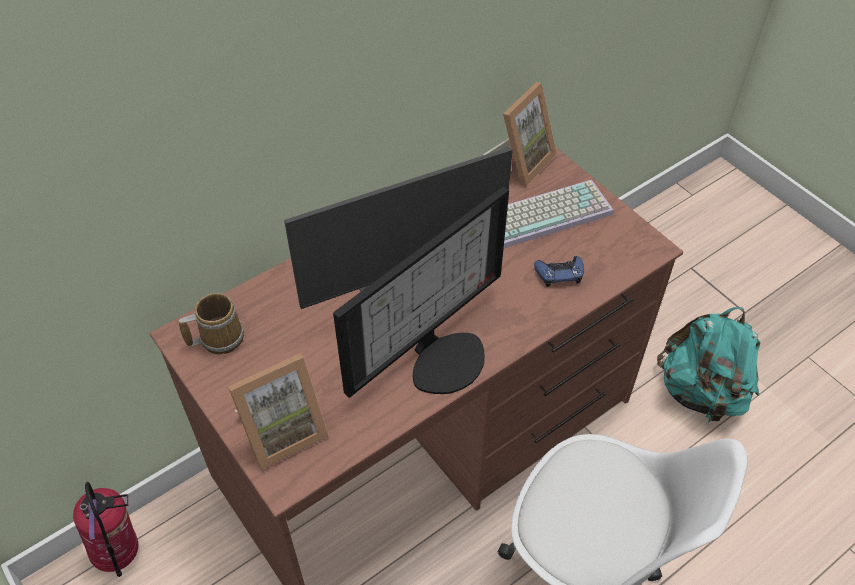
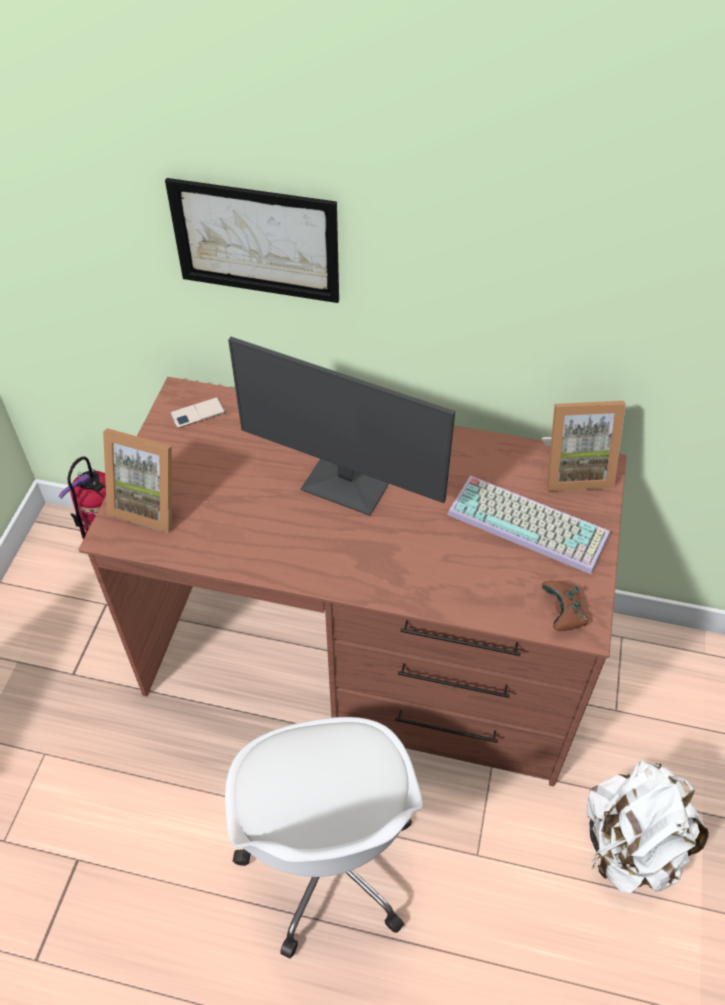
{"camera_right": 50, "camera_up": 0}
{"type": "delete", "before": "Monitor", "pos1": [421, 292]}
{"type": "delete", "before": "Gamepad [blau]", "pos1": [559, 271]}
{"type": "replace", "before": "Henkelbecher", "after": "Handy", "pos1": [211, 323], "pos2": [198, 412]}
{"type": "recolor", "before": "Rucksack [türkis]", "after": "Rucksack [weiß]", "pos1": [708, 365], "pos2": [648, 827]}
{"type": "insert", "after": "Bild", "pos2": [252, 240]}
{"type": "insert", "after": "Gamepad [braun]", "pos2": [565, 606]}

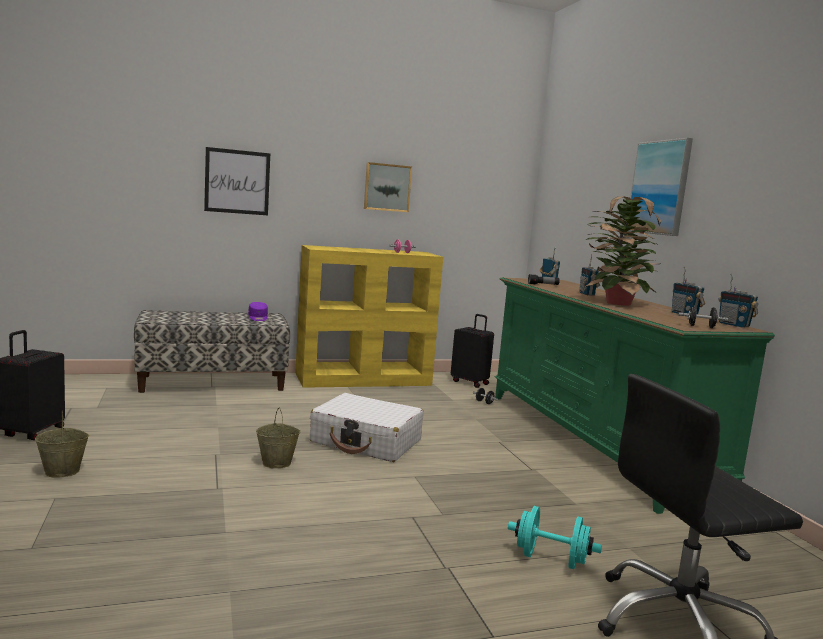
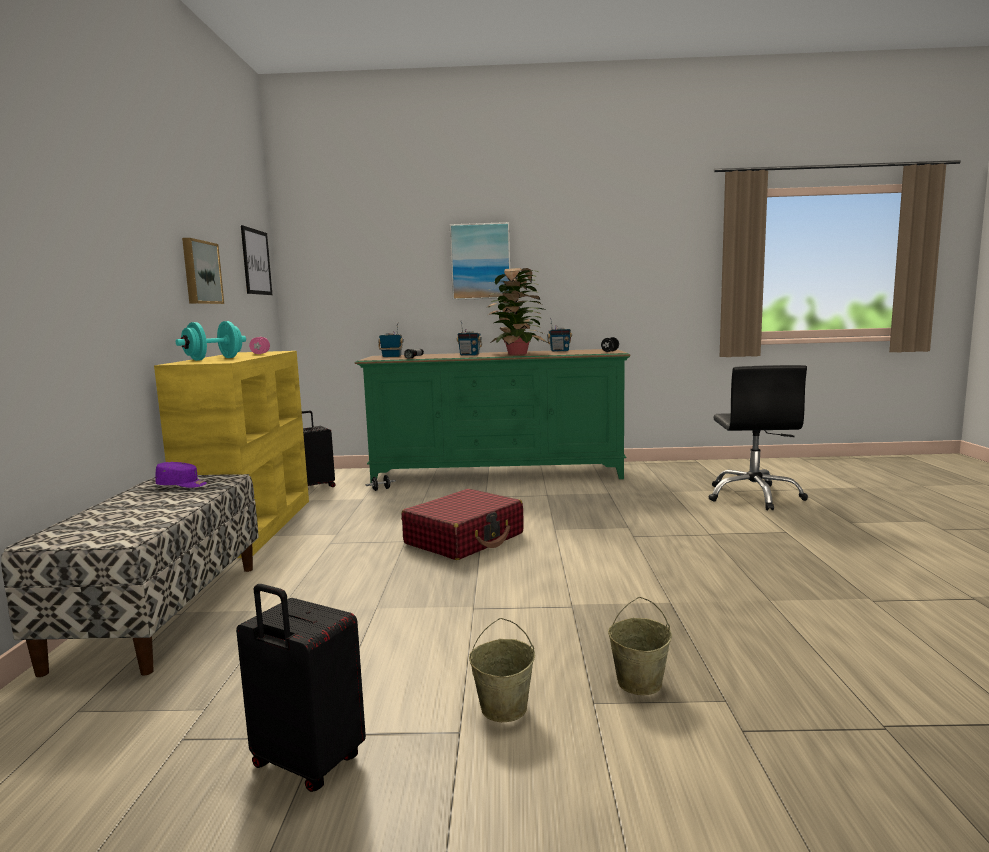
{"camera_right": -70, "camera_up": 0}
{"type": "move", "before": "Bild", "pos1": [237, 181], "pos2": [256, 260]}
{"type": "delete", "before": "Radio", "pos1": [738, 301]}
{"type": "recolor", "before": "Koffer [weiß]", "after": "Koffer [rot]", "pos1": [367, 427], "pos2": [462, 524]}
{"type": "move", "before": "Eimer [beige]", "pos1": [278, 437], "pos2": [640, 646]}
{"type": "move", "before": "Hantel [türkis]", "pos1": [555, 537], "pos2": [211, 341]}

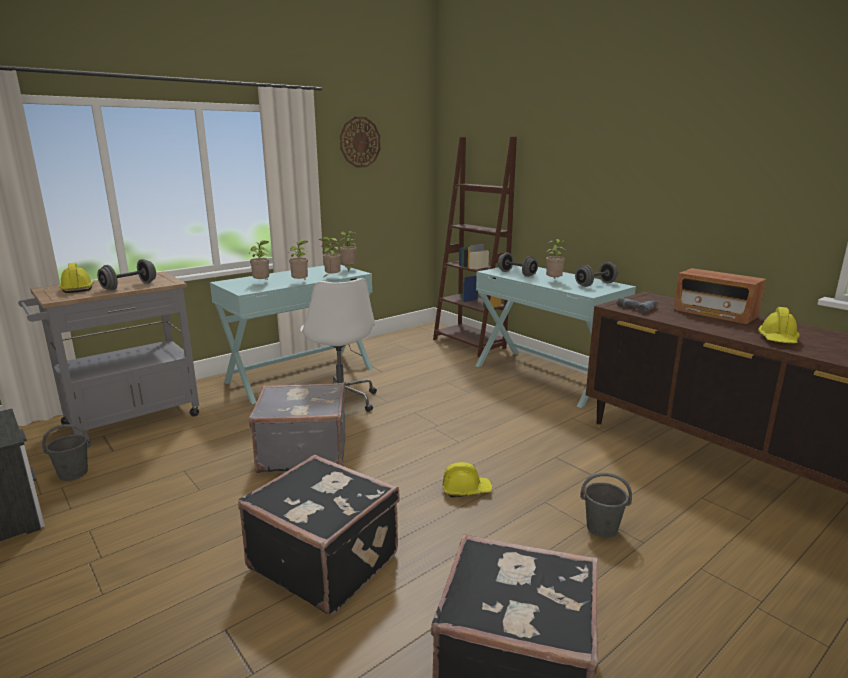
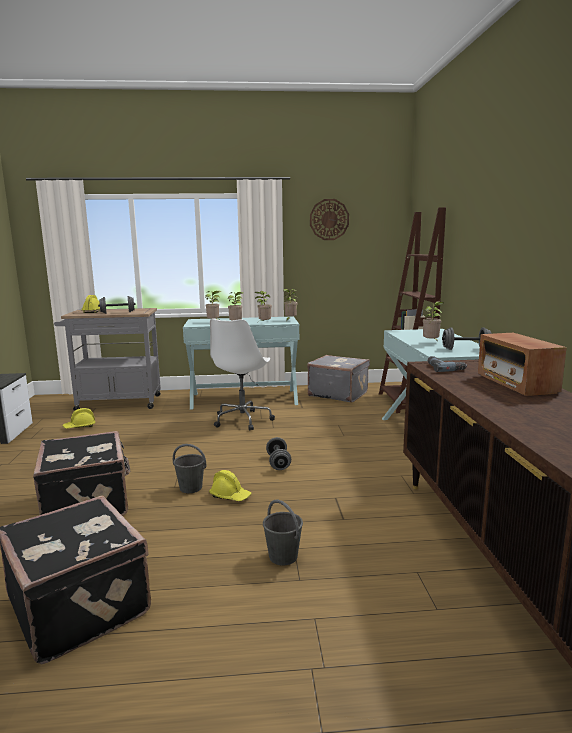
{"camera_right": 35, "camera_up": -5}
{"type": "move", "before": "Hantel [grau]", "pos1": [518, 264], "pos2": [278, 453]}
{"type": "move", "before": "Schutzhelm [gelb]", "pos1": [779, 325], "pos2": [79, 418]}
{"type": "move", "before": "Koffer [grau]", "pos1": [297, 427], "pos2": [338, 378]}
{"type": "move", "before": "Eimer [grau]", "pos1": [66, 452], "pos2": [189, 468]}

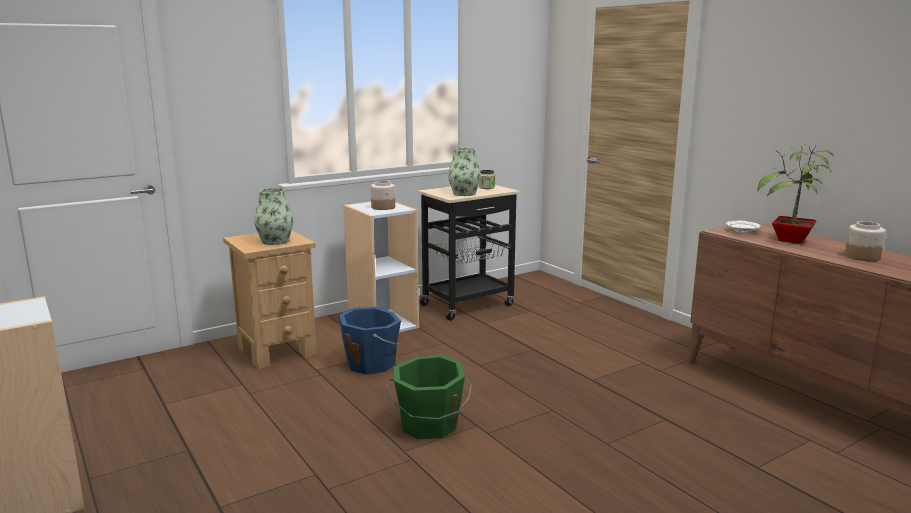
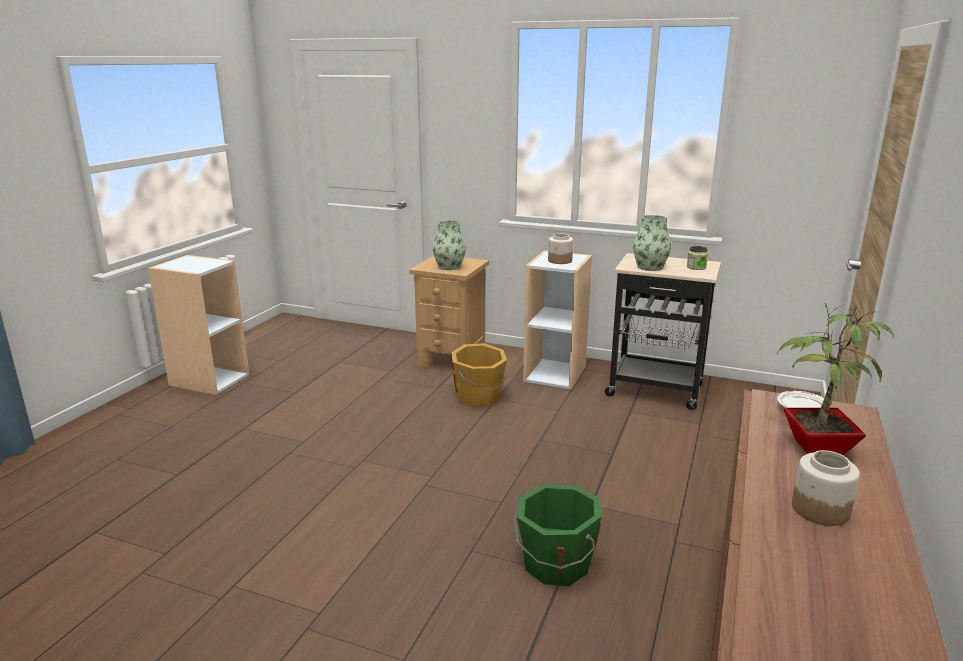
{"camera_right": 55, "camera_up": 5}
{"type": "recolor", "before": "Eimer [blau]", "after": "Eimer [orange]", "pos1": [370, 341], "pos2": [479, 375]}
{"type": "move", "before": "Eimer [grün]", "pos1": [428, 396], "pos2": [557, 535]}

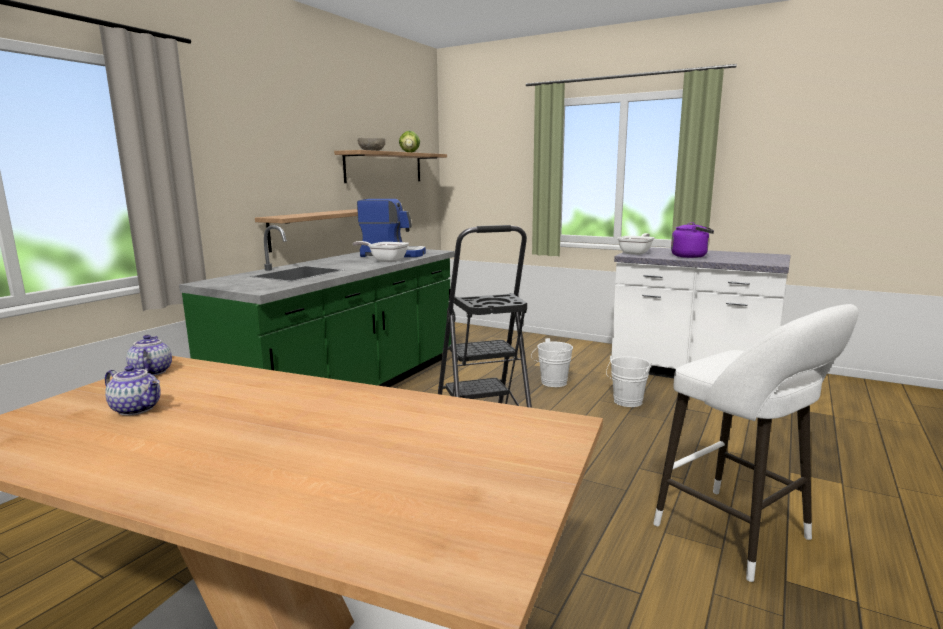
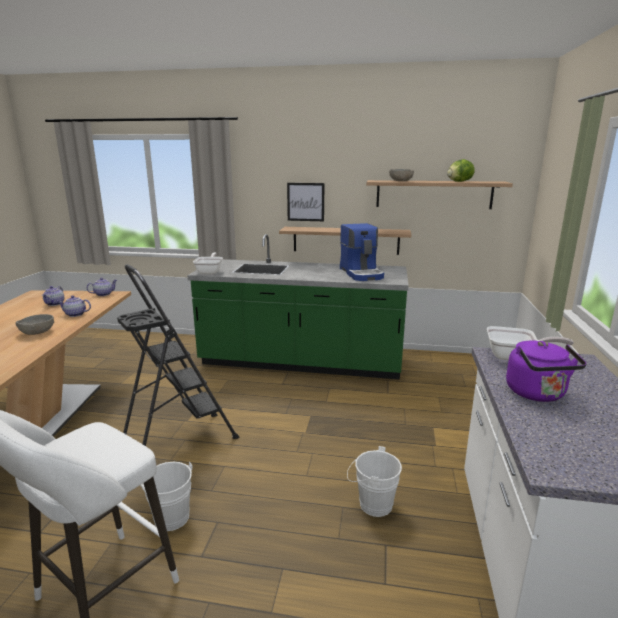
{"camera_right": 70, "camera_up": 5}
{"type": "move", "before": "Pfanne", "pos1": [381, 251], "pos2": [208, 263]}
{"type": "move", "before": "Eimer [weiß]", "pos1": [552, 362], "pos2": [166, 496]}
{"type": "insert", "after": "Bild", "pos2": [306, 202]}
{"type": "insert", "after": "Teekanne", "pos2": [74, 306]}
{"type": "insert", "after": "Schüssel [grau]", "pos2": [35, 324]}

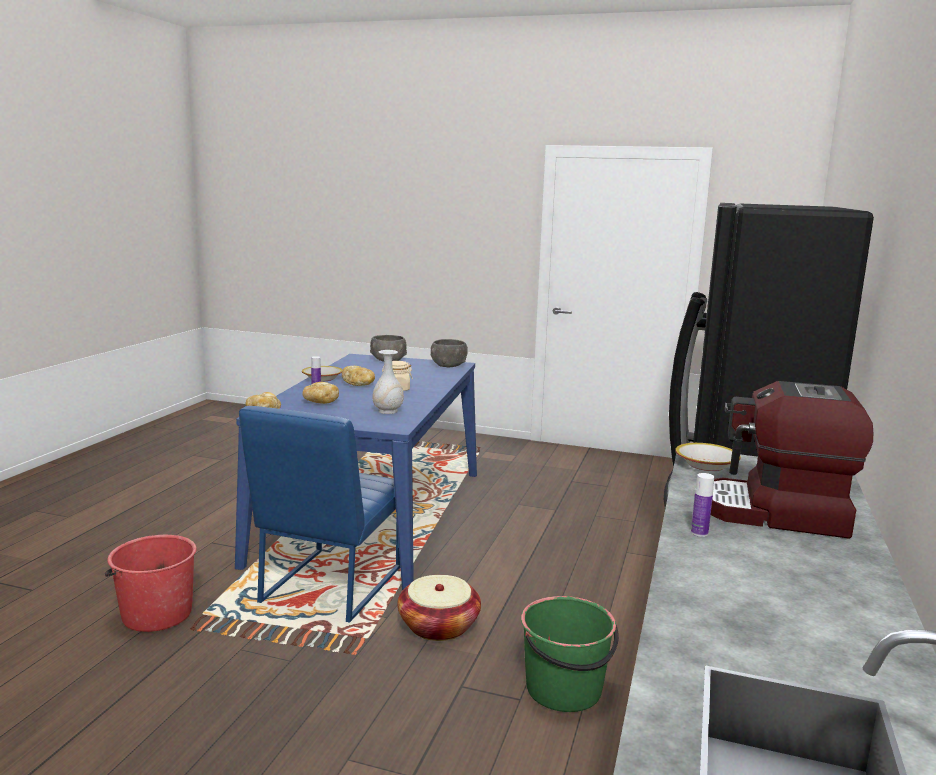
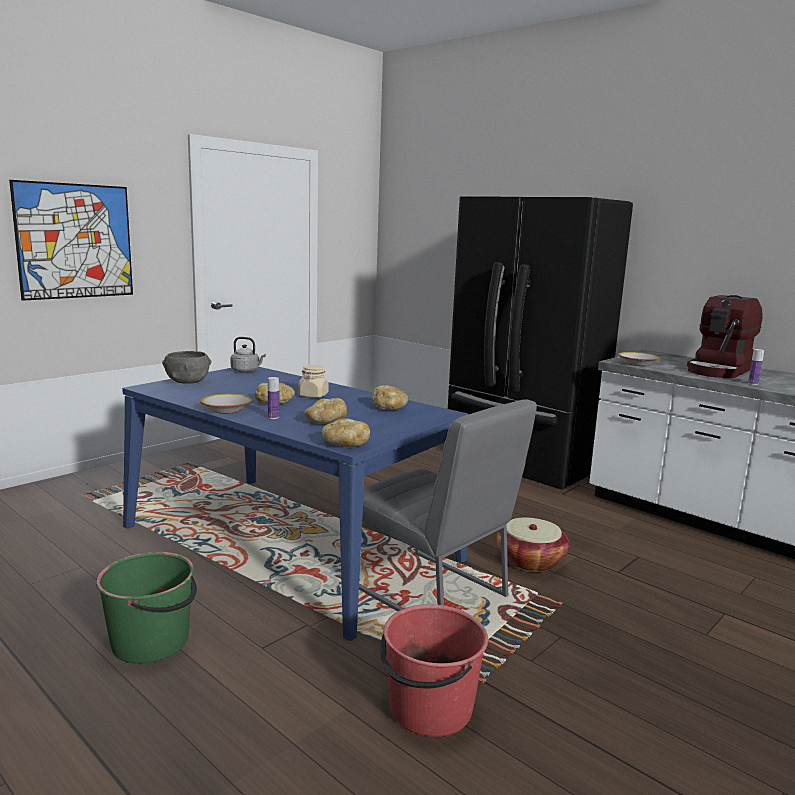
{"camera_right": -65, "camera_up": 0}
{"type": "replace", "before": "Schüssel [grau]", "after": "Wasserkessel [grau]", "pos1": [449, 353], "pos2": [248, 355]}
{"type": "replace", "before": "Vase [weiß]", "after": "Brot", "pos1": [388, 382], "pos2": [390, 397]}
{"type": "recolor", "before": "Stuhl [blau]", "after": "Stuhl [grau]", "pos1": [319, 514], "pos2": [448, 505]}
{"type": "move", "before": "Eimer [grün]", "pos1": [570, 654], "pos2": [146, 608]}
{"type": "insert", "after": "Bild", "pos2": [71, 240]}

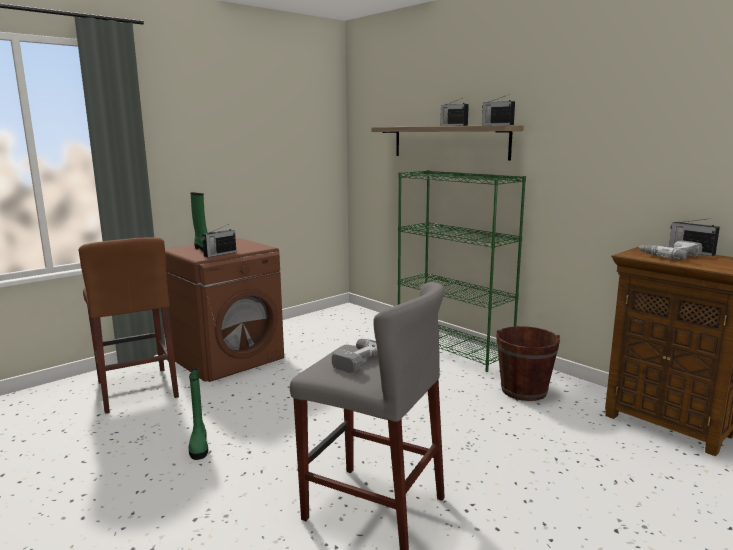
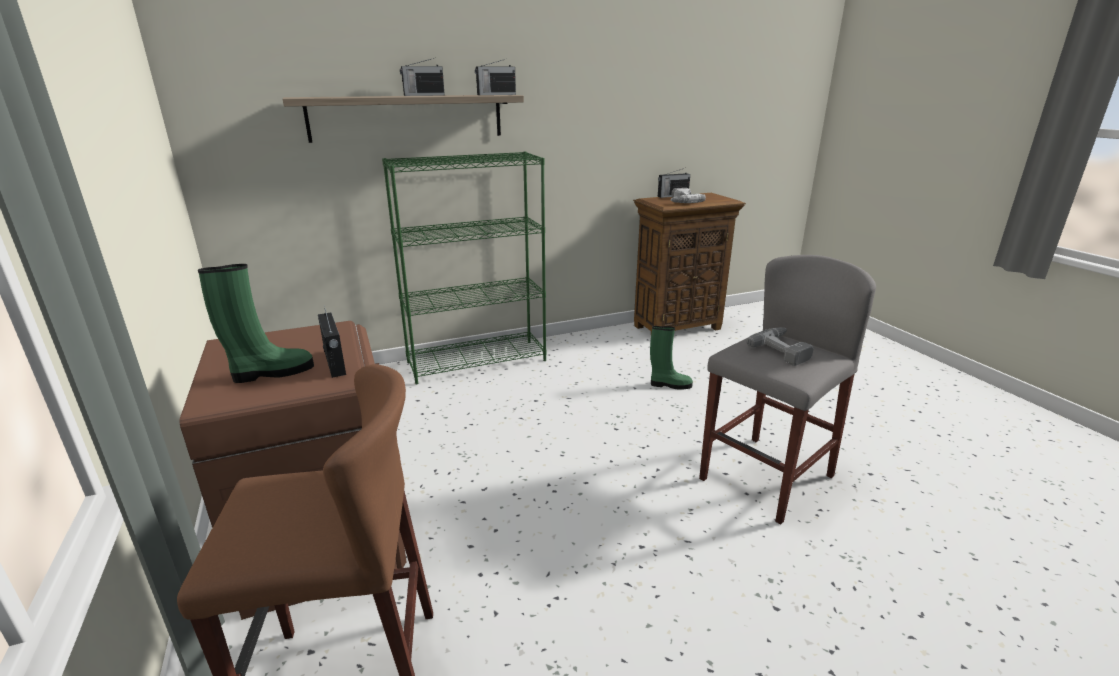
{"camera_right": -70, "camera_up": 10}
{"type": "delete", "before": "Eimer [braun]", "pos1": [528, 363]}
{"type": "move", "before": "Stiefel [grün]", "pos1": [198, 414], "pos2": [671, 357]}

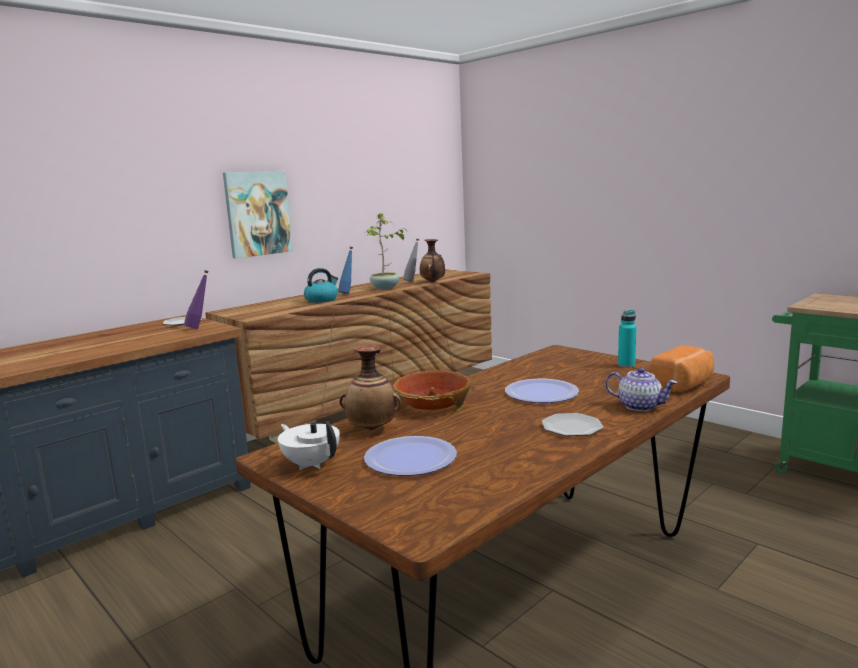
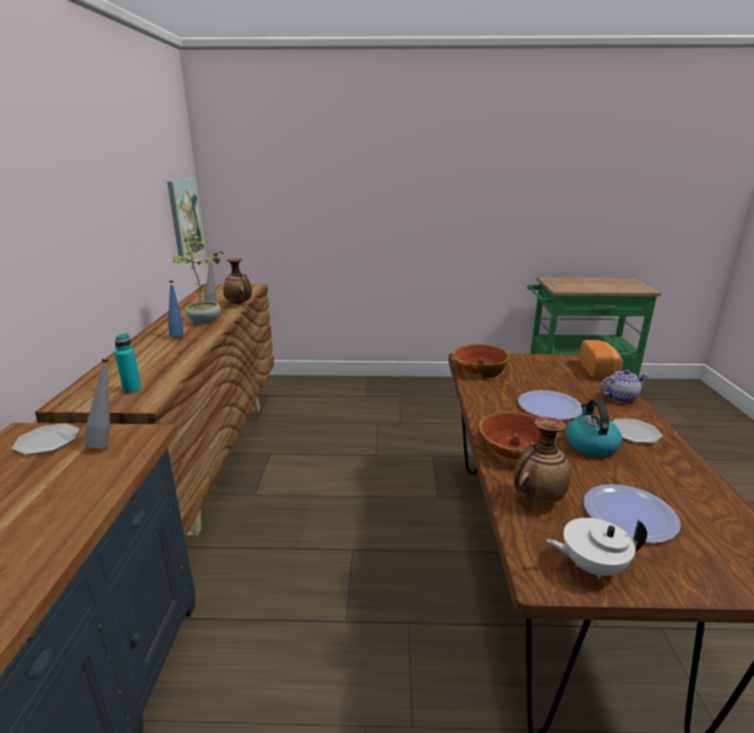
{"camera_right": -45, "camera_up": 10}
{"type": "move", "before": "Bild", "pos1": [258, 215], "pos2": [185, 218]}
{"type": "move", "before": "Wasserkessel", "pos1": [321, 285], "pos2": [594, 428]}
{"type": "recolor", "before": "Flasche [lila]", "after": "Flasche [grau]", "pos1": [196, 299], "pos2": [97, 403]}
{"type": "move", "before": "Flasche [türkis]", "pos1": [627, 338], "pos2": [128, 363]}
{"type": "insert", "after": "Schüssel", "pos2": [481, 361]}

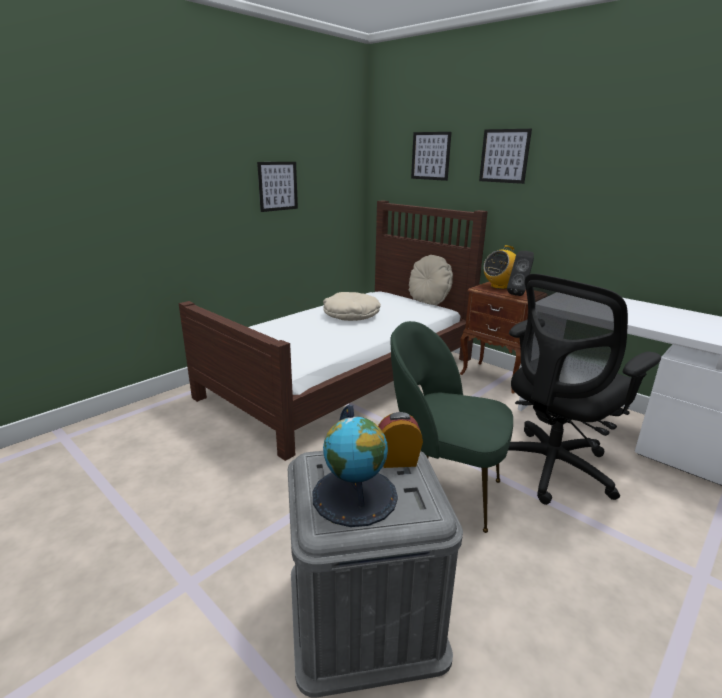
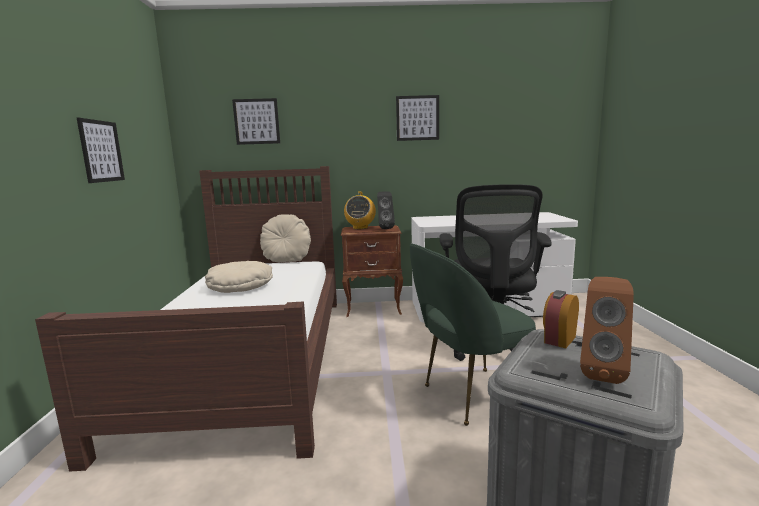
{"camera_right": -45, "camera_up": -10}
{"type": "move", "before": "Bild", "pos1": [505, 156], "pos2": [417, 118]}
{"type": "replace", "before": "Globus", "after": "Lautsprecher [braun]", "pos1": [355, 466], "pos2": [607, 330]}

